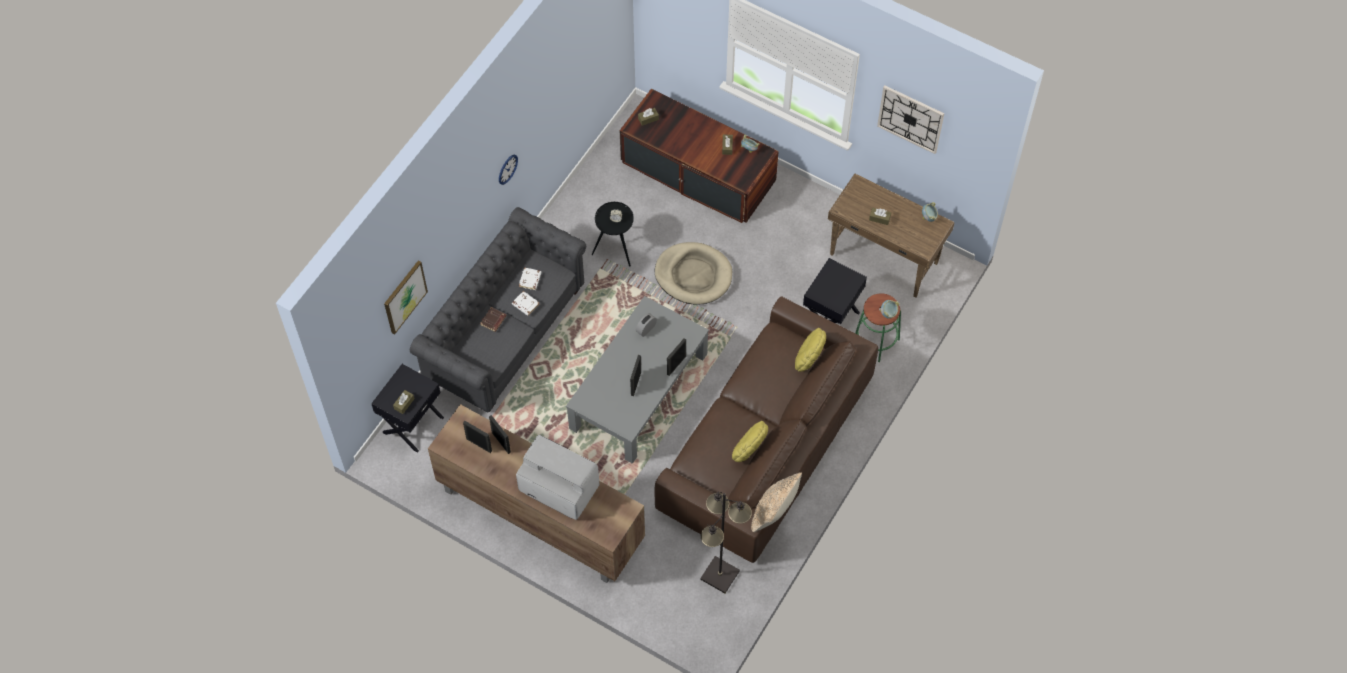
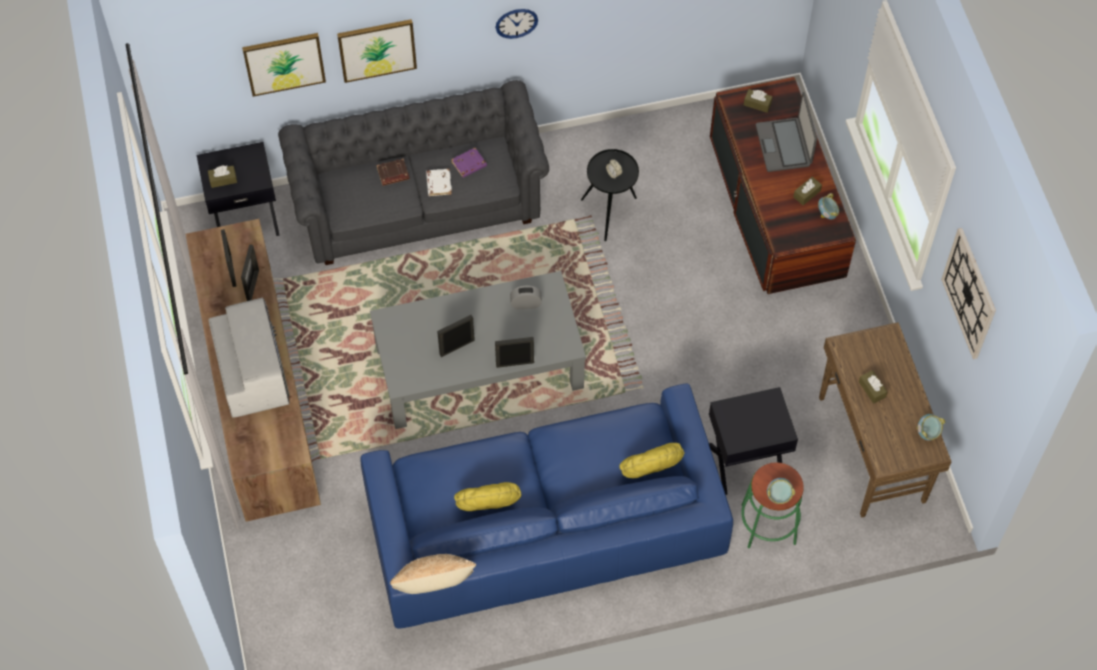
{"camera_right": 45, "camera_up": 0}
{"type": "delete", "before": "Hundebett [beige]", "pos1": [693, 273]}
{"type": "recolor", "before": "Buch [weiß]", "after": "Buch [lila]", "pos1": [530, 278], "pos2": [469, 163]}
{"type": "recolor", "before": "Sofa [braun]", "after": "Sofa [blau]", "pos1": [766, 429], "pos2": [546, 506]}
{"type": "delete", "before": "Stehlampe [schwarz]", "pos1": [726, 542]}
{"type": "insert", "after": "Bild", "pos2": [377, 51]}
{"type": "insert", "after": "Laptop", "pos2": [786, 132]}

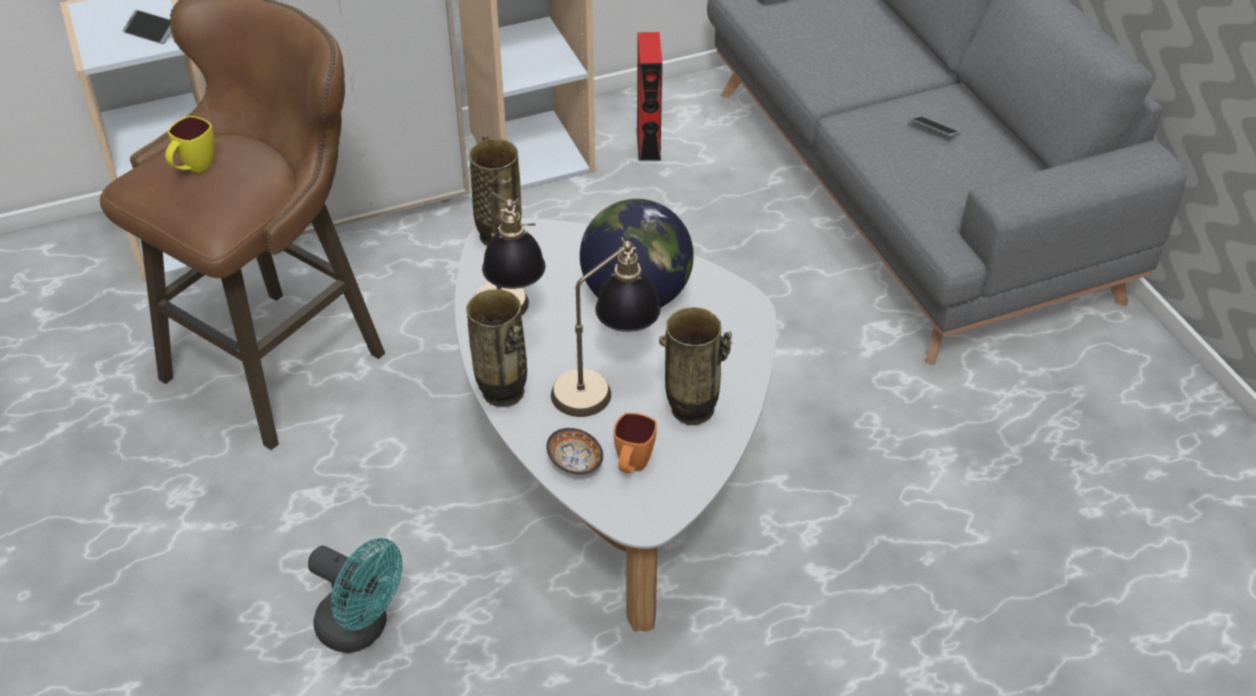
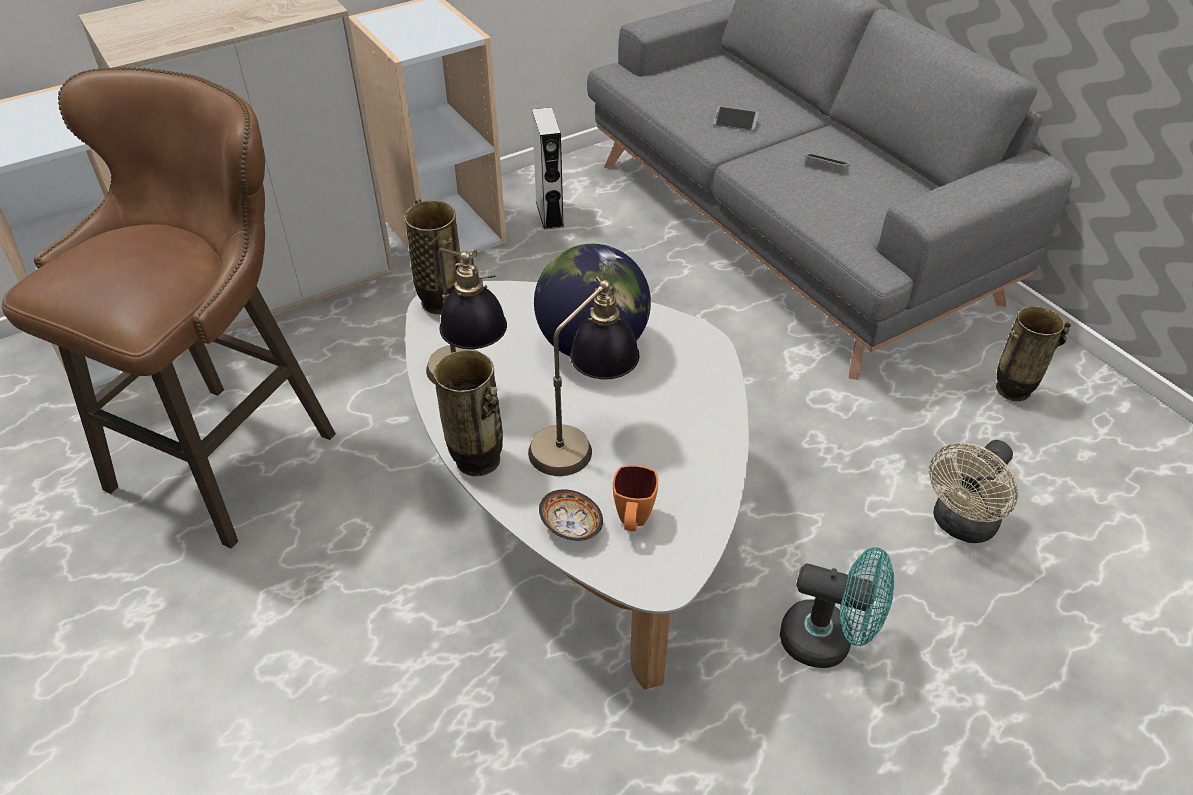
{"camera_right": -10, "camera_up": 0}
{"type": "move", "before": "Handy", "pos1": [147, 27], "pos2": [736, 119]}
{"type": "recolor", "before": "Lautsprecher [rot]", "after": "Lautsprecher [grau]", "pos1": [649, 96], "pos2": [548, 168]}
{"type": "delete", "before": "Henkelbecher [gelb]", "pos1": [189, 144]}
{"type": "move", "before": "Vase", "pos1": [696, 366], "pos2": [1033, 354]}
{"type": "move", "before": "Ventilator [türkis]", "pos1": [355, 595], "pos2": [837, 607]}
{"type": "insert", "after": "Ventilator [beige]", "pos2": [973, 491]}

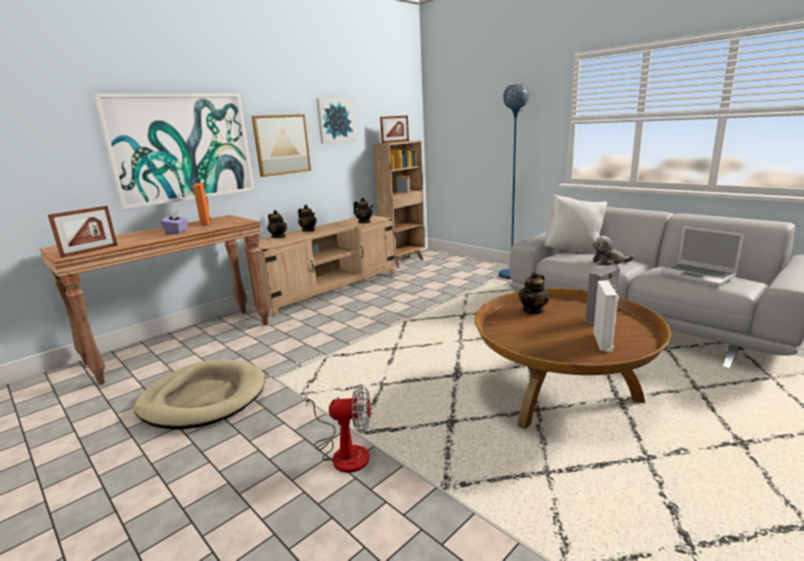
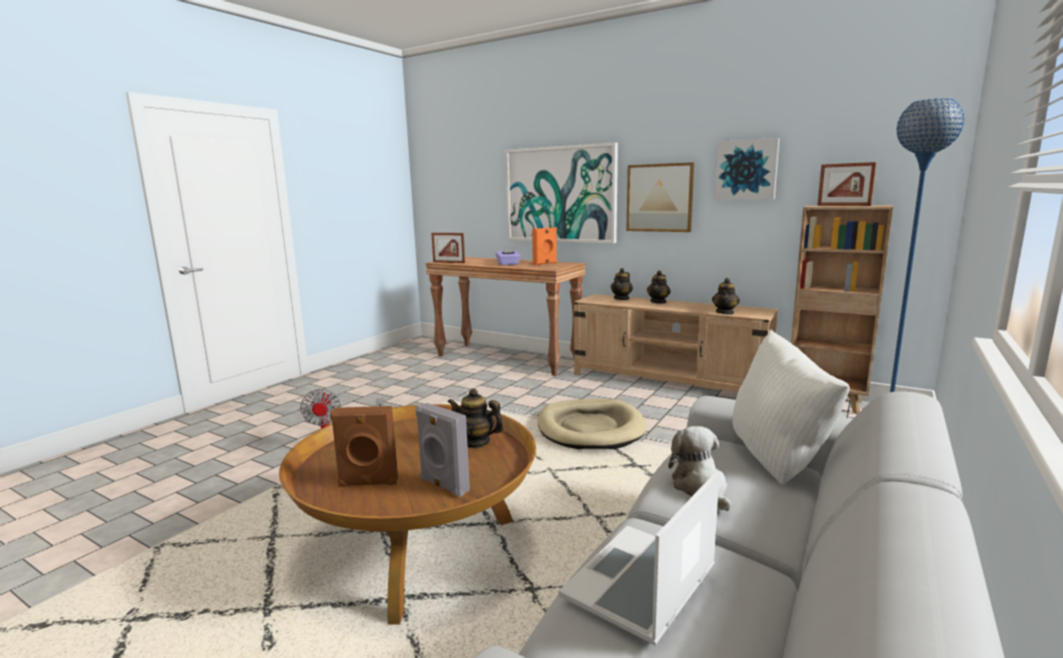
{"camera_right": 75, "camera_up": -5}
{"type": "recolor", "before": "Lautsprecher [weiß]", "after": "Lautsprecher [braun]", "pos1": [606, 316], "pos2": [364, 446]}
{"type": "move", "before": "Hundebett [beige]", "pos1": [199, 394], "pos2": [592, 424]}

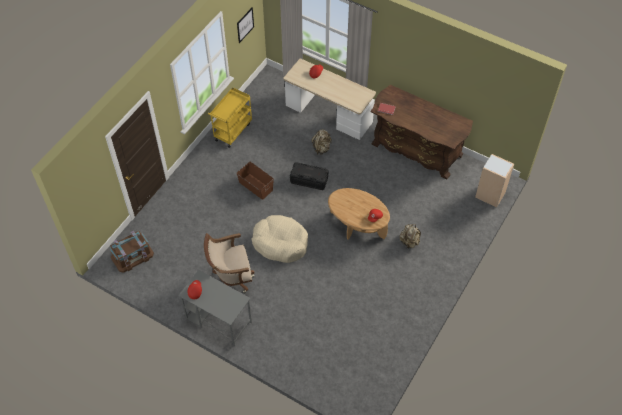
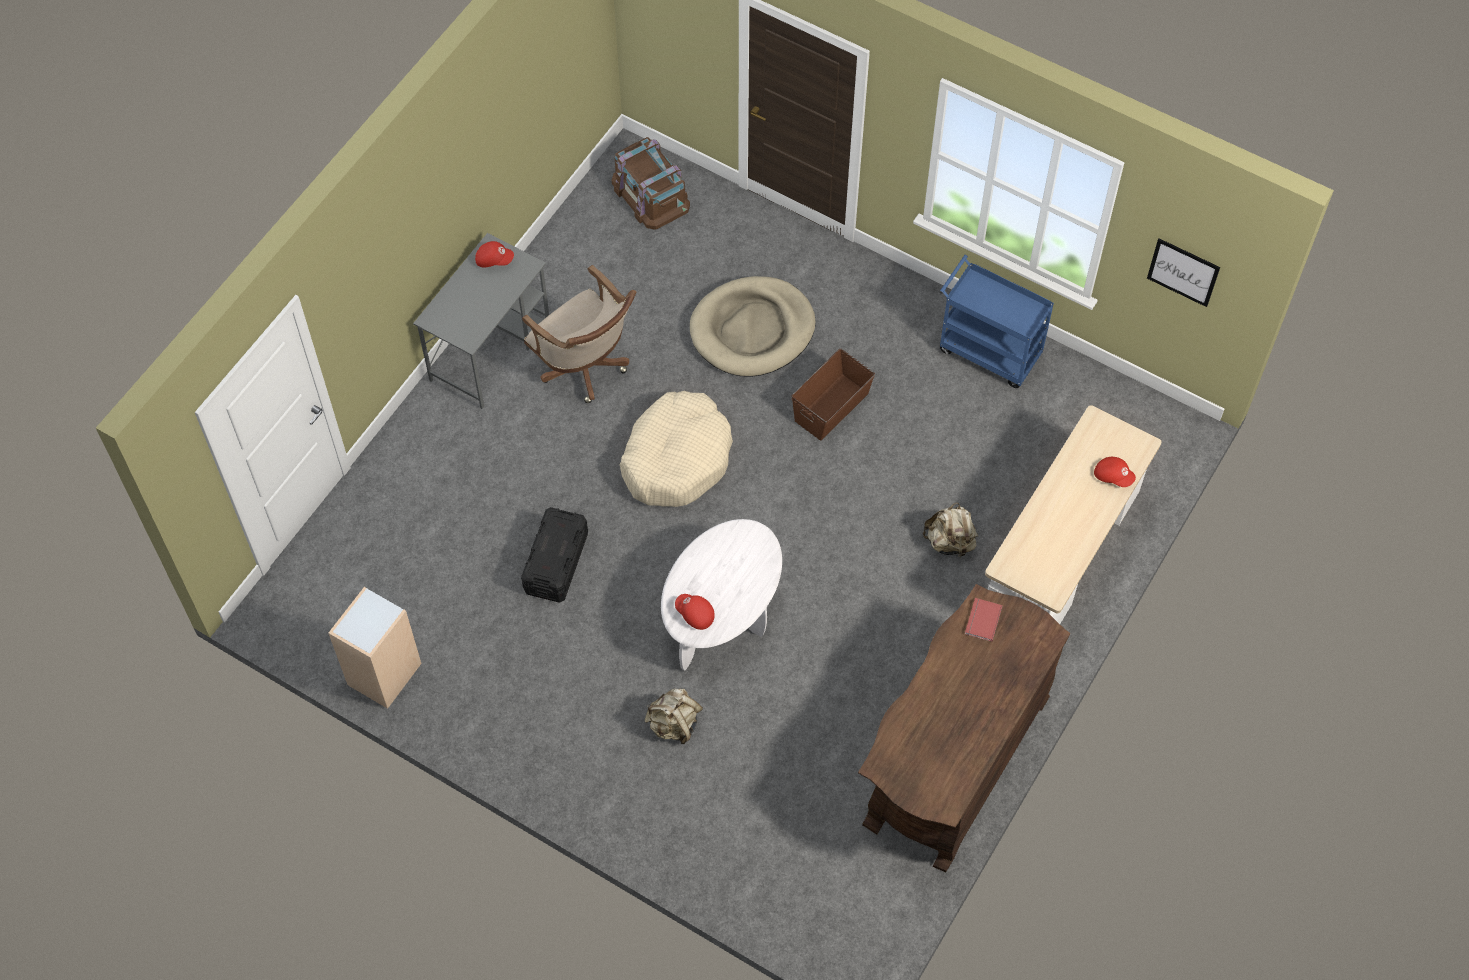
{"camera_right": 90, "camera_up": 5}
{"type": "recolor", "before": "Rollwagen [gelb]", "after": "Rollwagen [blau]", "pos1": [230, 118], "pos2": [996, 321]}
{"type": "move", "before": "Bücherregal", "pos1": [494, 180], "pos2": [374, 648]}
{"type": "move", "before": "Aufbewahrungsbox [schwarz]", "pos1": [309, 176], "pos2": [554, 555]}
{"type": "recolor", "before": "Couchtisch [braun]", "after": "Couchtisch [weiß]", "pos1": [359, 214], "pos2": [721, 595]}
{"type": "rotate", "before": "Bürostuhl", "pos1": [229, 263], "pos2": [579, 334], "turn": 150}
{"type": "insert", "after": "Hundebett [beige]", "pos2": [752, 326]}

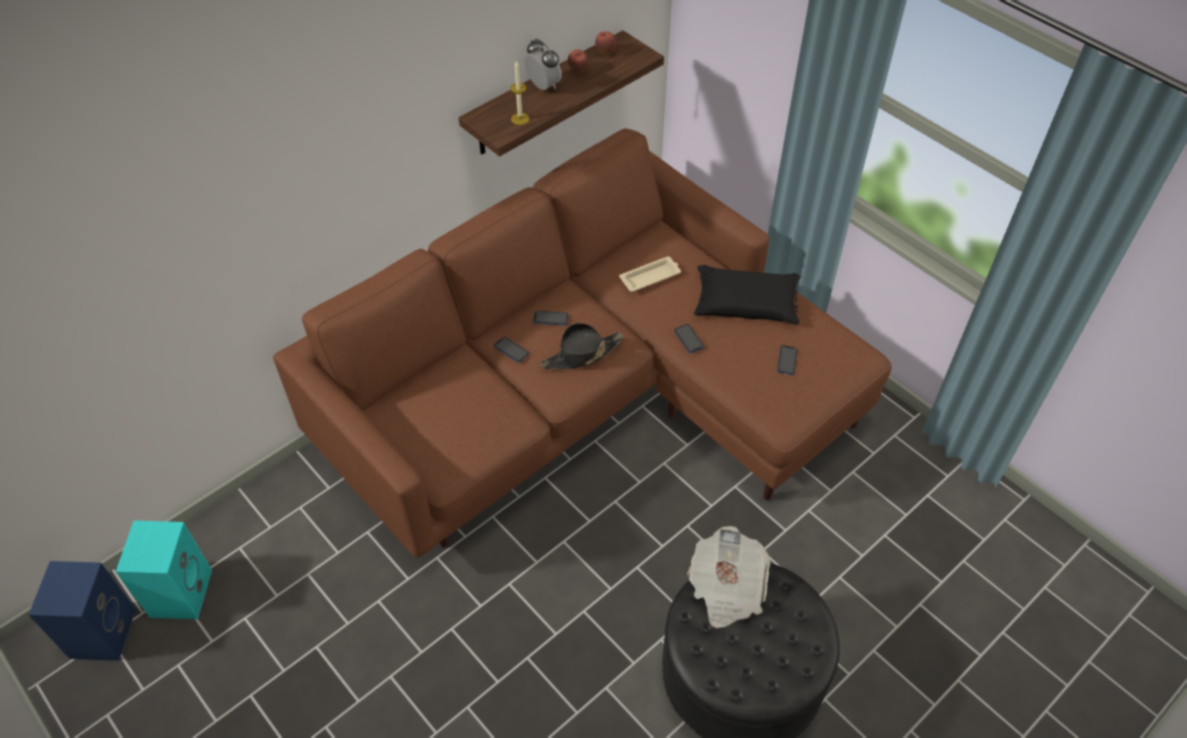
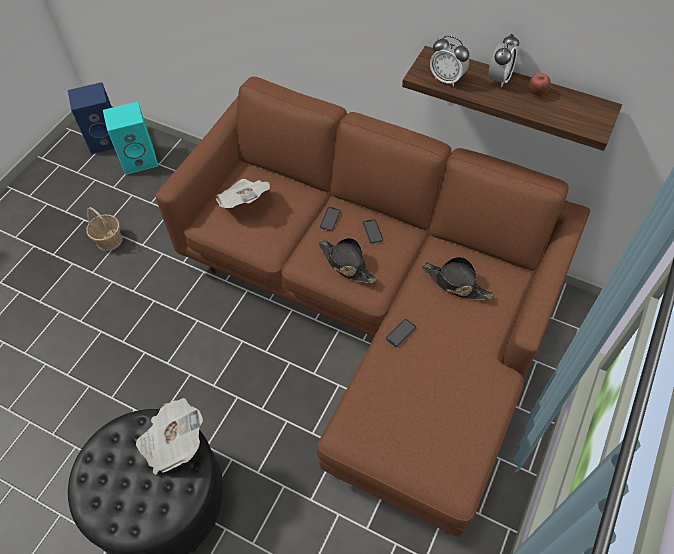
{"camera_right": 70, "camera_up": 5}
{"type": "delete", "before": "Apfel", "pos1": [605, 43]}
{"type": "replace", "before": "Kerze", "after": "Wecker", "pos1": [519, 92], "pos2": [449, 61]}
{"type": "replace", "before": "Tablett [beige]", "after": "Hut [schwarz]", "pos1": [650, 274], "pos2": [458, 278]}
{"type": "delete", "before": "Kissen [schwarz]", "pos1": [747, 294]}
{"type": "delete", "before": "Handy", "pos1": [787, 360]}
{"type": "insert", "after": "Zeitung", "pos2": [243, 193]}
{"type": "insert", "after": "Korb", "pos2": [104, 229]}

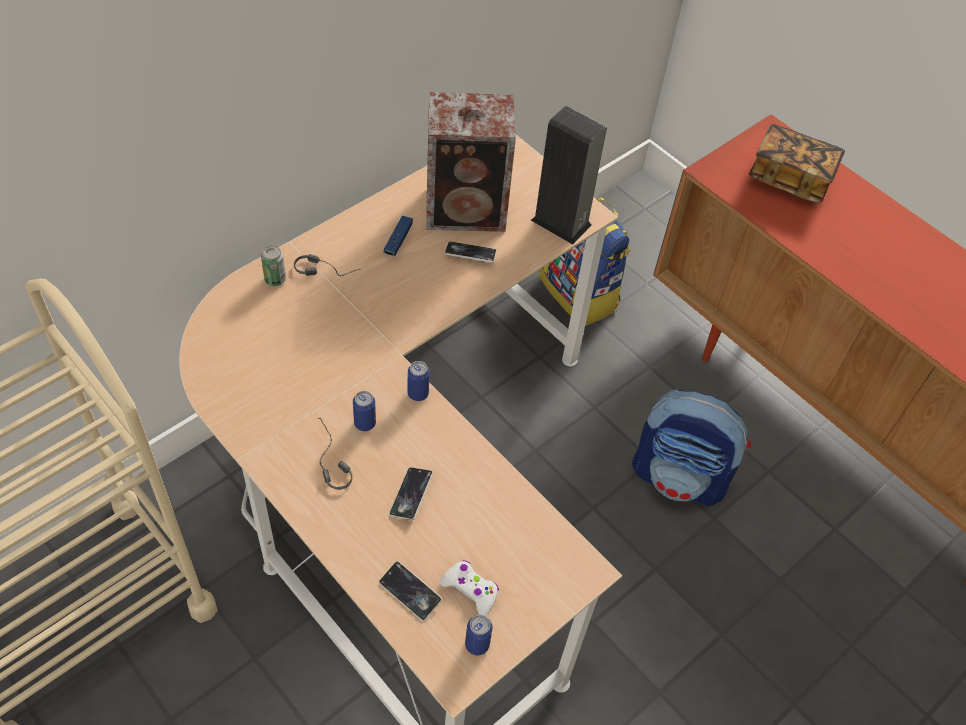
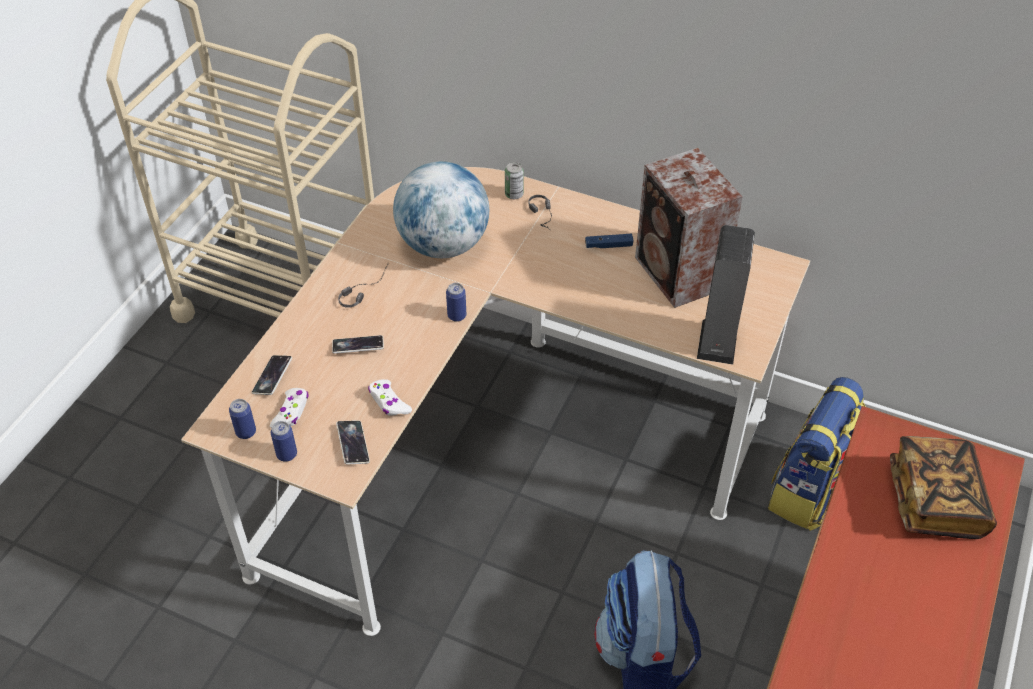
{"camera_right": 70, "camera_up": -5}
{"type": "move", "before": "Handy", "pos1": [471, 252], "pos2": [353, 442]}
{"type": "move", "before": "Dose", "pos1": [364, 411], "pos2": [284, 441]}
{"type": "insert", "after": "Globus", "pos2": [441, 209]}
{"type": "insert", "after": "Gamepad [weiß]", "pos2": [390, 397]}

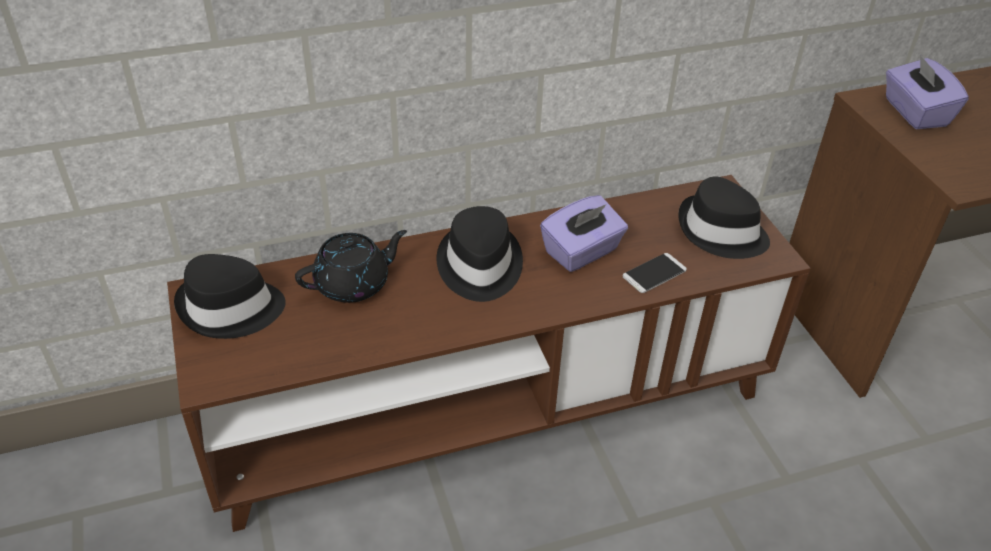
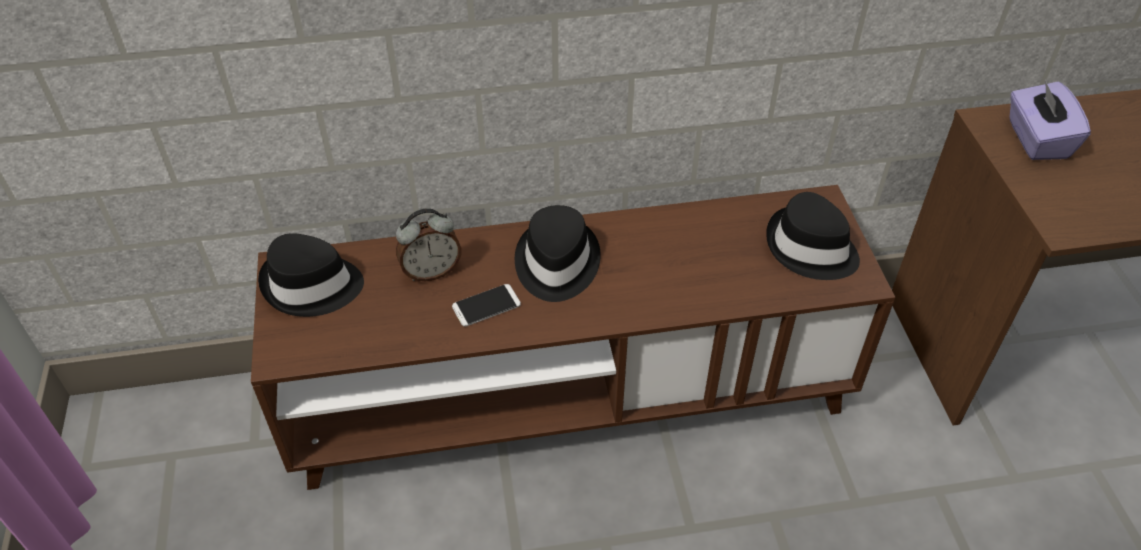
{"camera_right": 10, "camera_up": 5}
{"type": "delete", "before": "Taschentuchbox [lila]", "pos1": [584, 233]}
{"type": "replace", "before": "Teekanne [schwarz]", "after": "Wecker", "pos1": [351, 266], "pos2": [428, 244]}
{"type": "move", "before": "Handy", "pos1": [655, 273], "pos2": [486, 305]}

